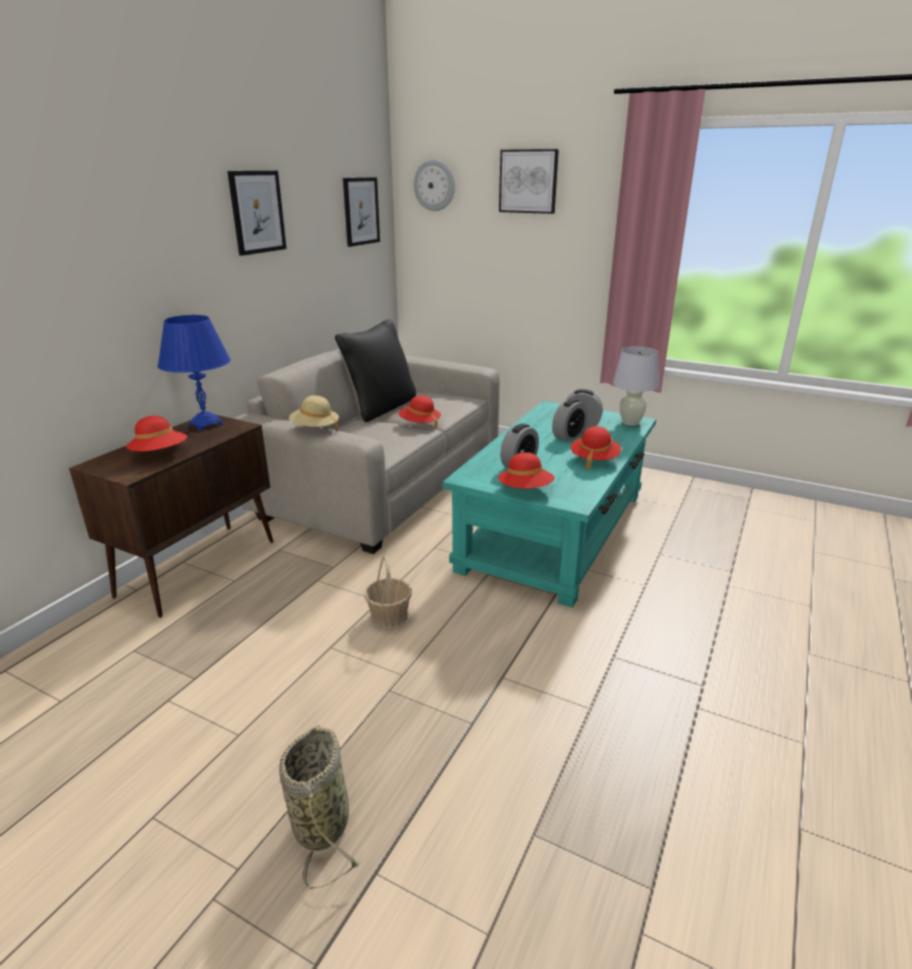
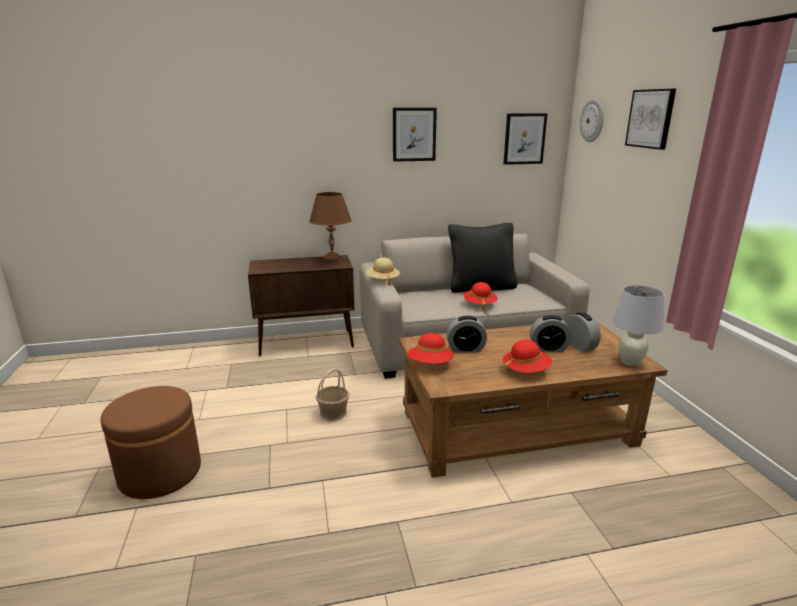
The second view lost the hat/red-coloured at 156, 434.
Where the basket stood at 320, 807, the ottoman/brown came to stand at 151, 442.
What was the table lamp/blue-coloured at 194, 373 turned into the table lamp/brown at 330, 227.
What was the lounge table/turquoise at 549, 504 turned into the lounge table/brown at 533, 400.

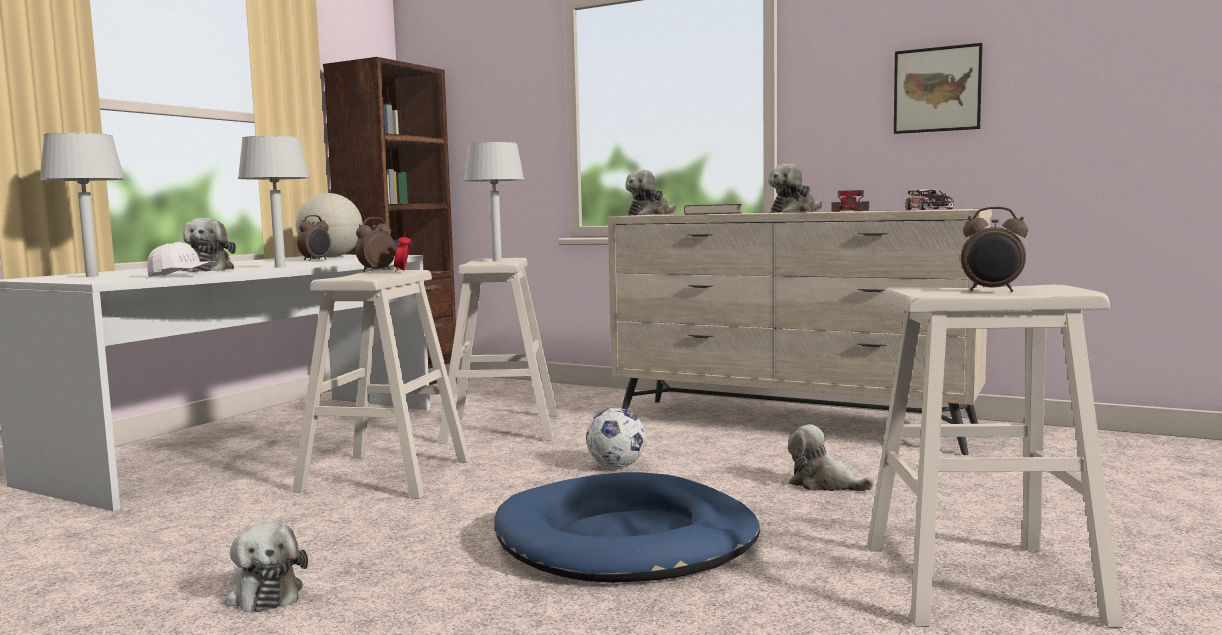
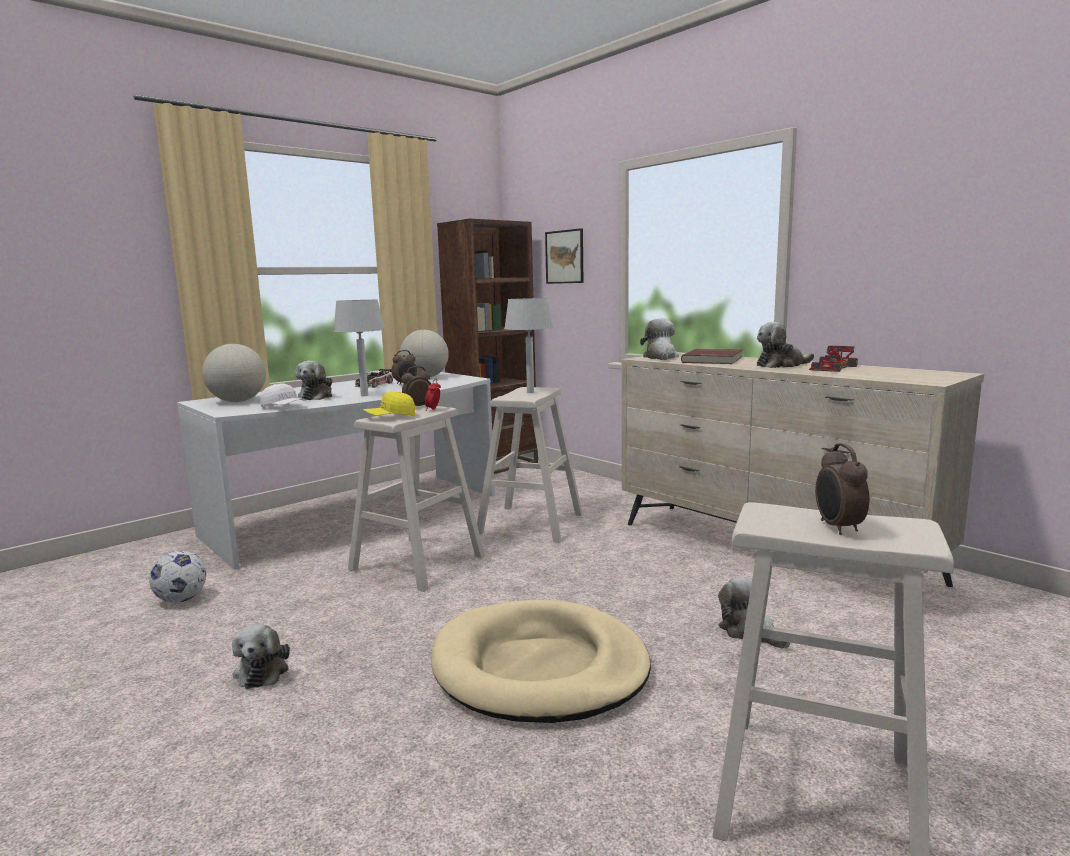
The second view gained the baseball cap/yellowish at 389, 404.
The ball for football ended up elsewhere, having gone from 616, 438 to 178, 577.
The wall picture ended up elsewhere, having gone from 938, 88 to 564, 256.
The model car ended up elsewhere, having gone from 929, 199 to 374, 378.
Where the table lamp/gray stood at 82, 205, the desk globe came to stand at 234, 373.
What was the dog cushion/blue-coloured at 627, 527 turned into the dog cushion/sand-coloured at 541, 661.
The cuddly toy at 651, 193 ended up facing another way, 120 degrees clockwise from before.
The table clock at 994, 249 ended up facing another way, 45 degrees clockwise from before.

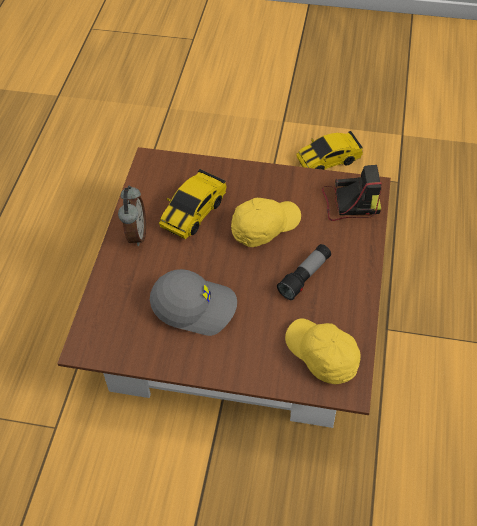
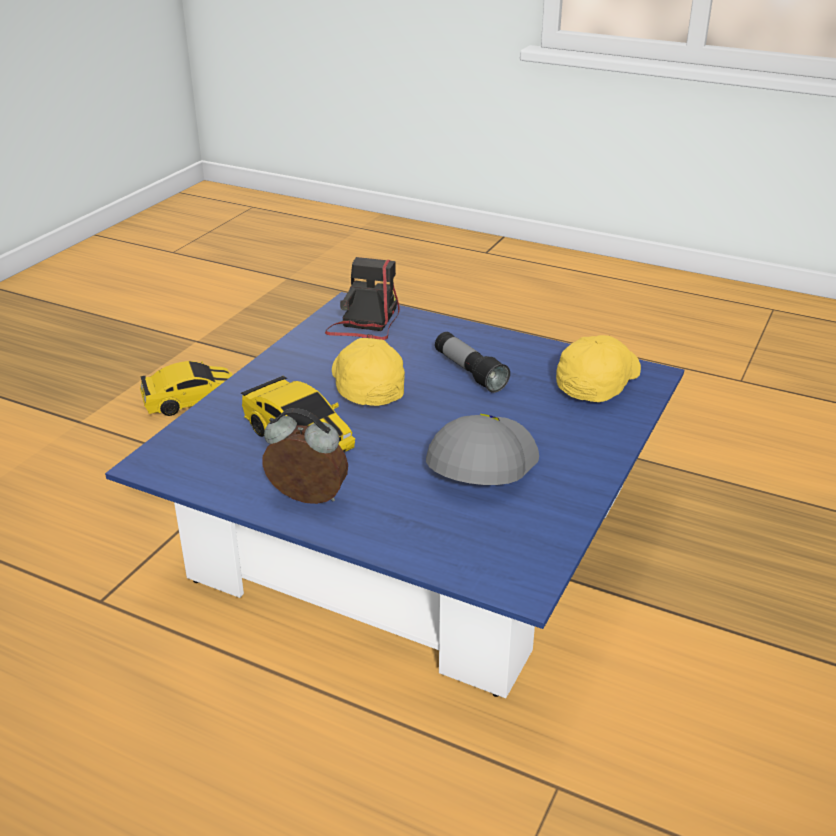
What was the lounge table/brown at 224, 287 turned into the lounge table/blue-coloured at 394, 495.
The baseball cap/yellowish at 323, 351 ended up facing another way, 150 degrees clockwise from before.
The model car at 329, 150 ended up facing another way, 105 degrees counterclockwise from before.

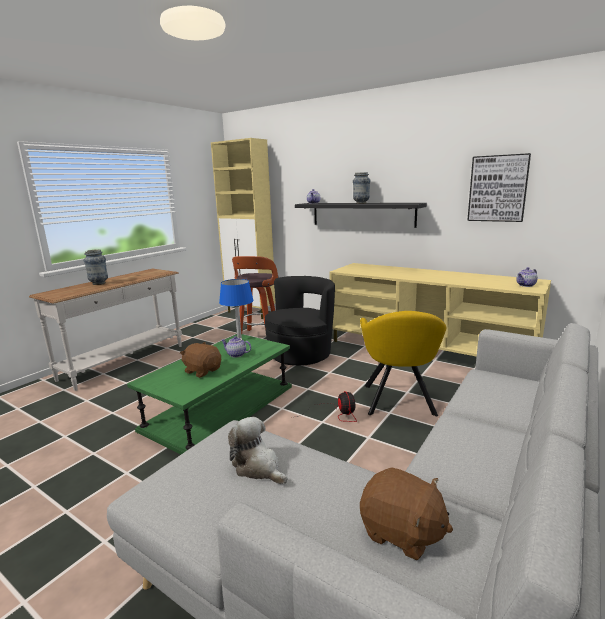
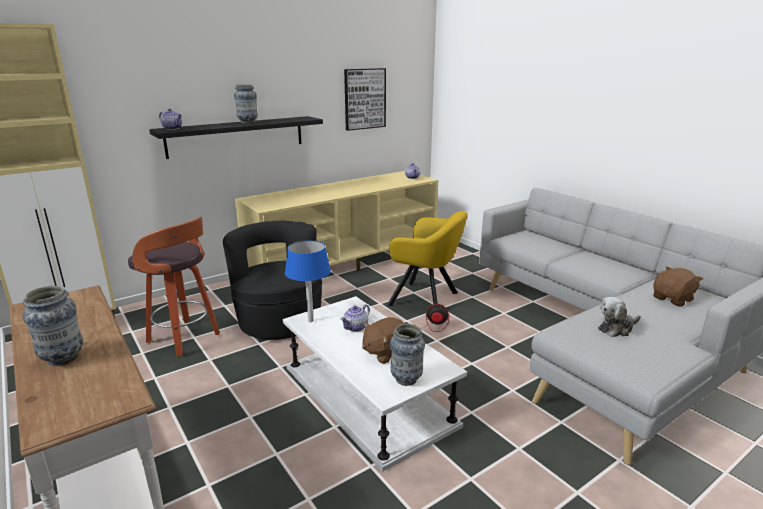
The second view gained the decorative vase at 407, 354.
What was the lounge table/green at 209, 394 turned into the lounge table/white-coloured at 375, 384.

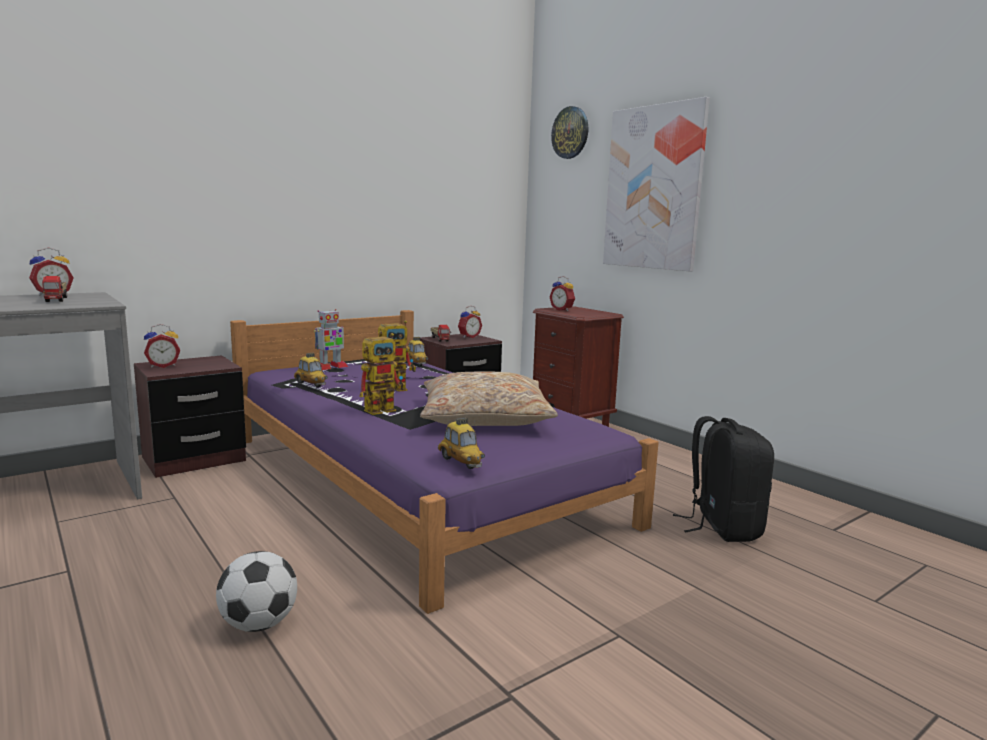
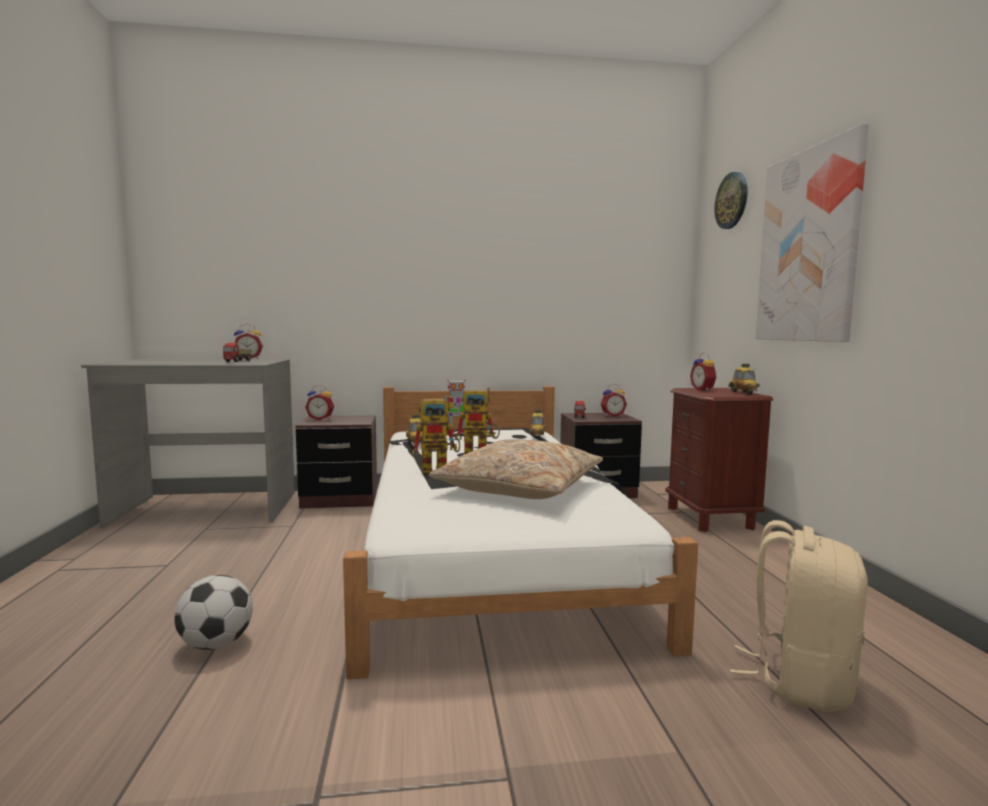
The model car ended up elsewhere, having gone from 461, 443 to 744, 379.
What was the bedroom bed/purplish at 444, 462 turned into the bedroom bed/white-coloured at 520, 532.
What was the backpack/black at 723, 479 turned into the backpack/sand-coloured at 799, 616.

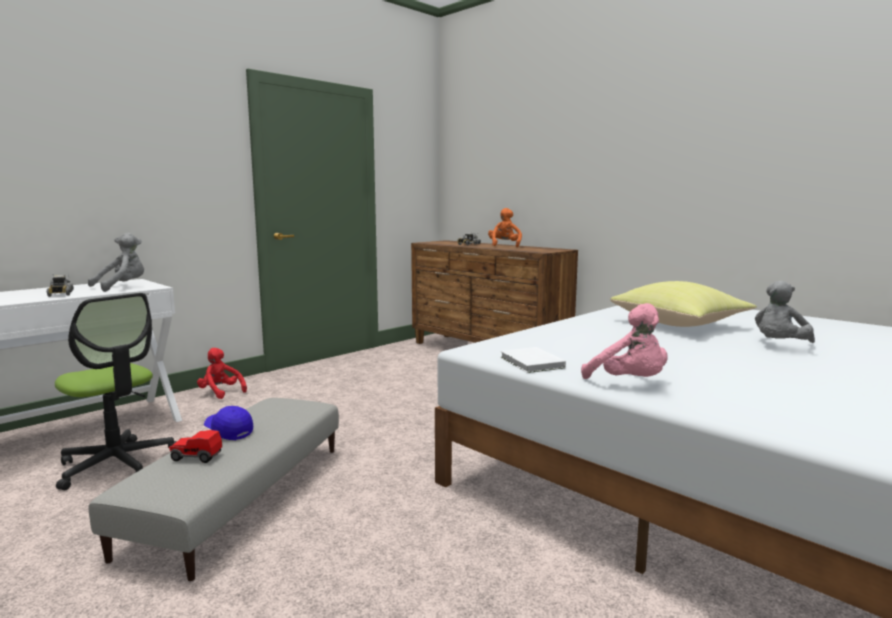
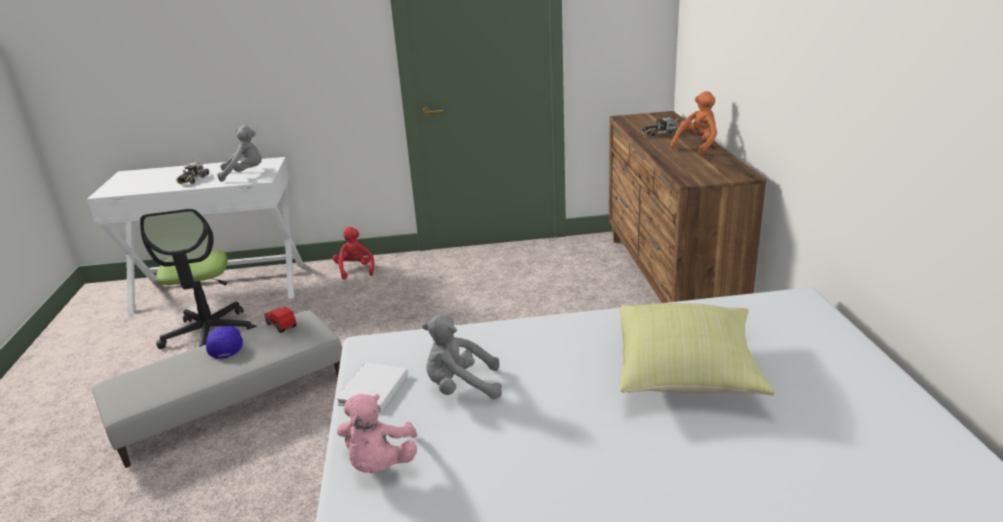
The model car ended up elsewhere, having gone from 195, 446 to 280, 320.
The cuddly toy/gray ended up elsewhere, having gone from 785, 312 to 462, 356.

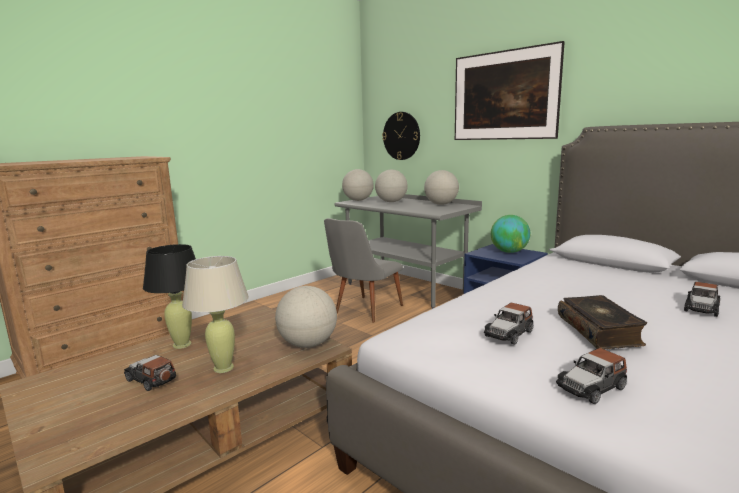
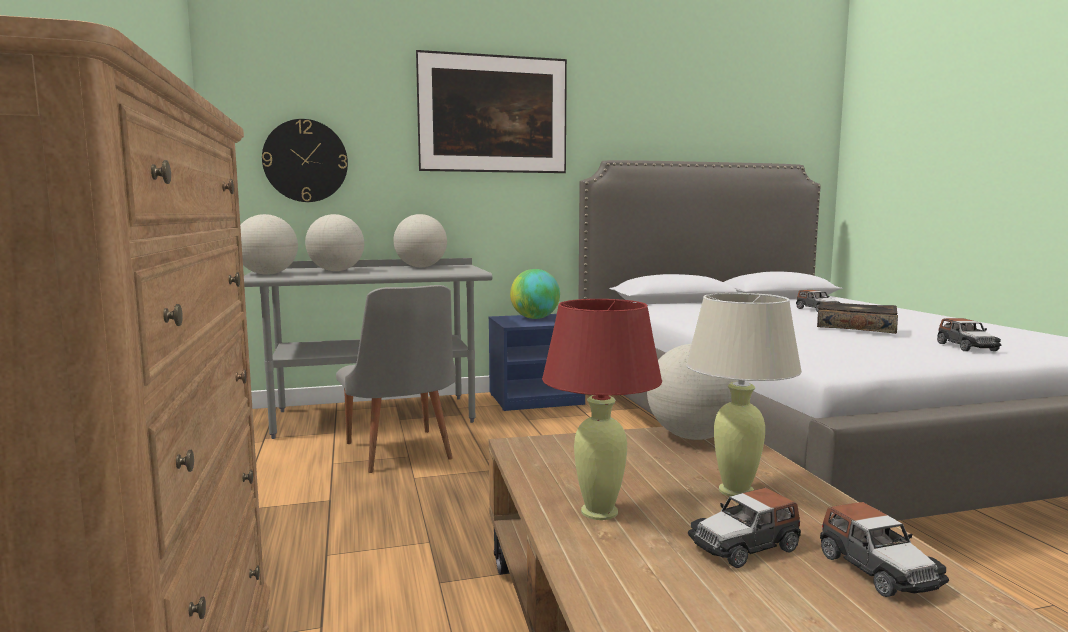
The model car ended up elsewhere, having gone from 508, 324 to 884, 549.
What was the table lamp/black at 169, 296 turned into the table lamp/red-coloured at 602, 409.

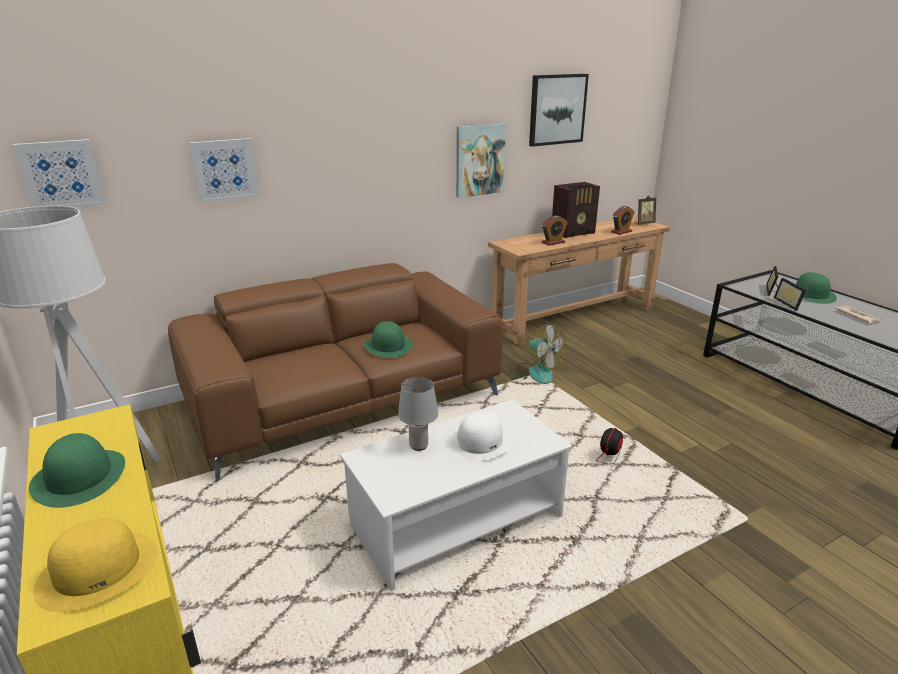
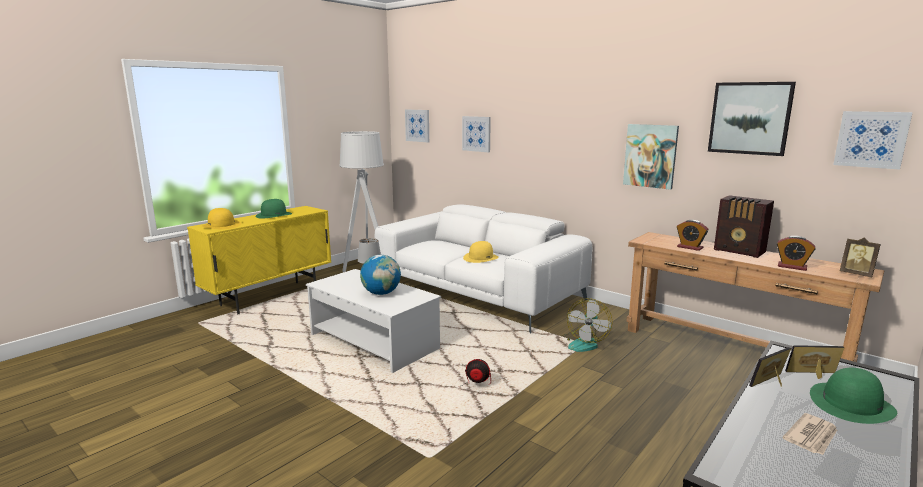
The second view gained the wall picture at 873, 140.
Where the hat/white-coloured stood at 480, 436, the desk globe came to stand at 380, 275.
What was the settee/brown at 335, 372 turned into the settee/white-coloured at 483, 268.
What was the hat/green at 388, 339 turned into the hat/yellowish at 481, 252.

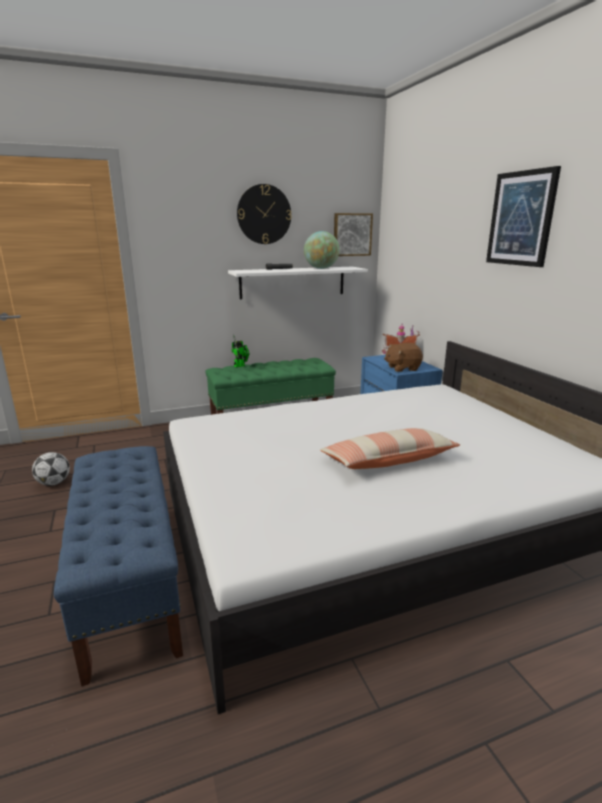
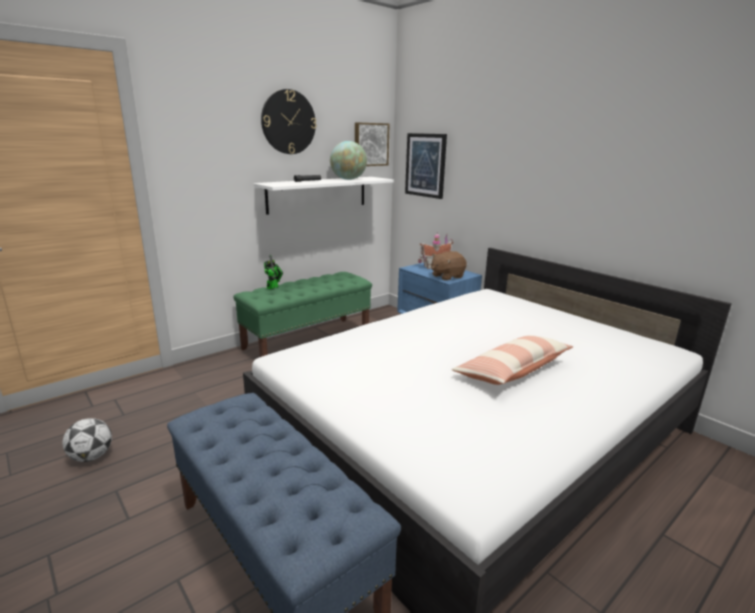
The wall picture ended up elsewhere, having gone from 523, 216 to 426, 166.

